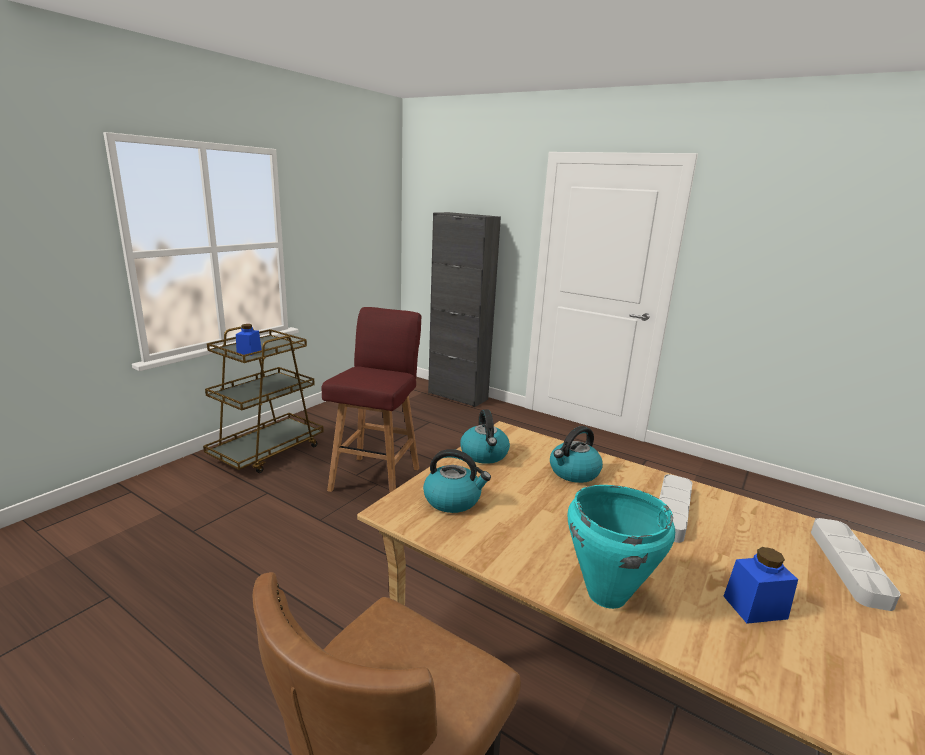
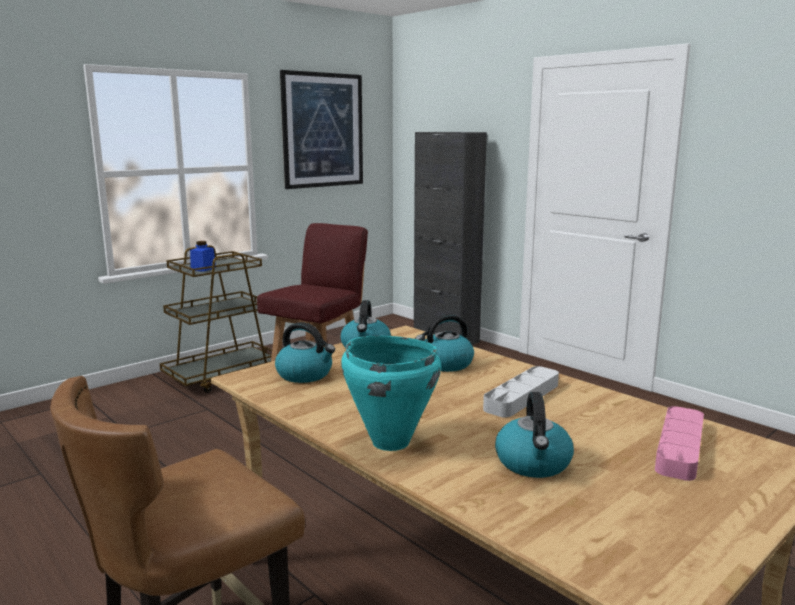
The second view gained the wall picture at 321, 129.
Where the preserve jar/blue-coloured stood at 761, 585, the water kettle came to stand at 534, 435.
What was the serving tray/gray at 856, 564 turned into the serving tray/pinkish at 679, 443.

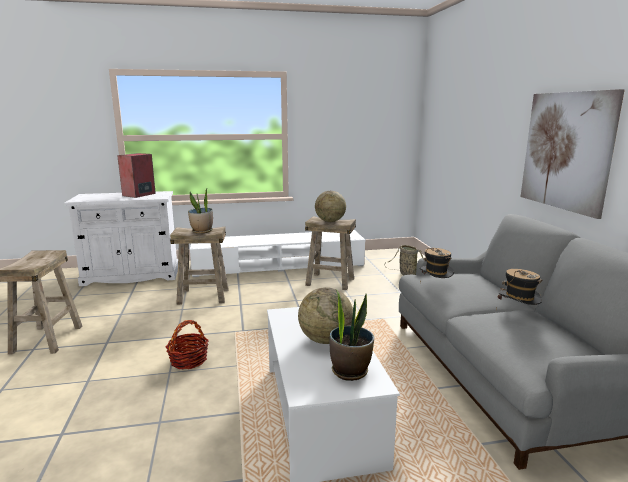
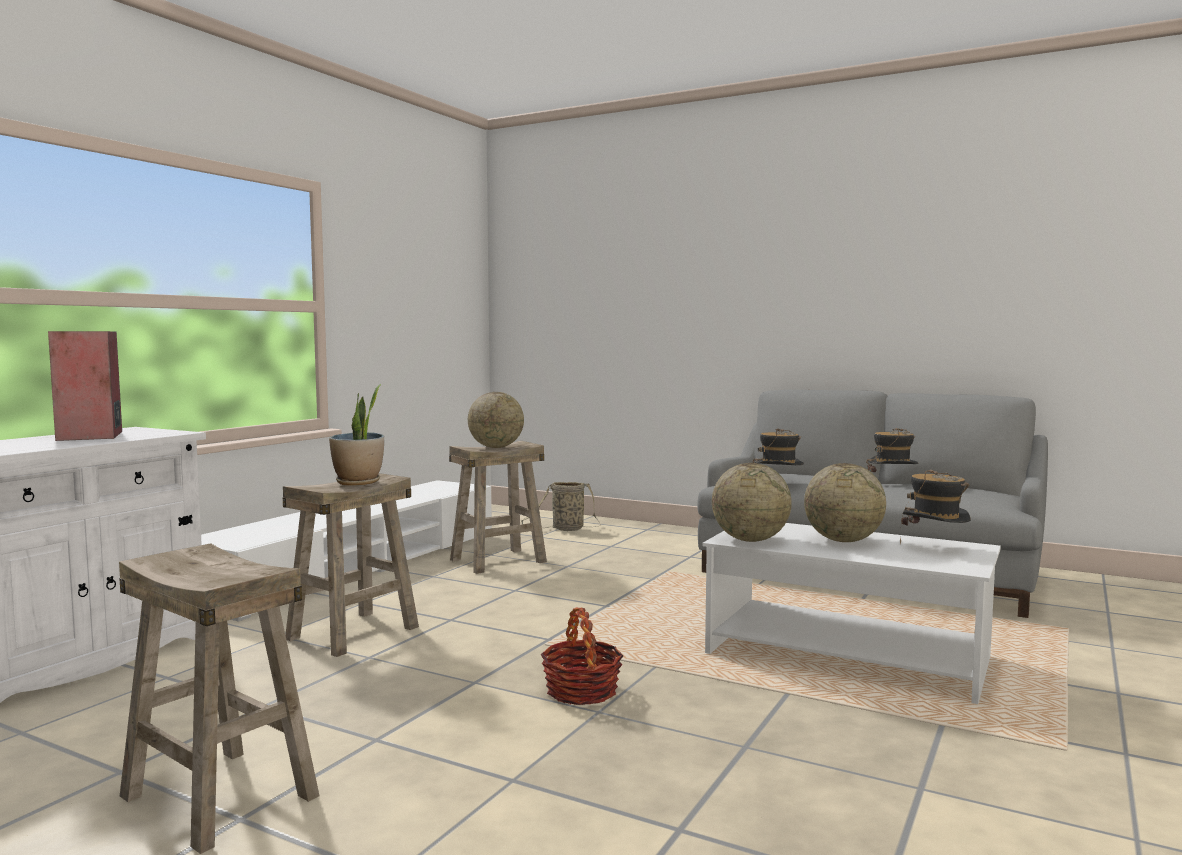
The second view lost the wall picture at 573, 154.
The second view gained the desk globe at 752, 502.
Where the plant in a pot stood at 352, 335, the hat came to stand at 935, 507.

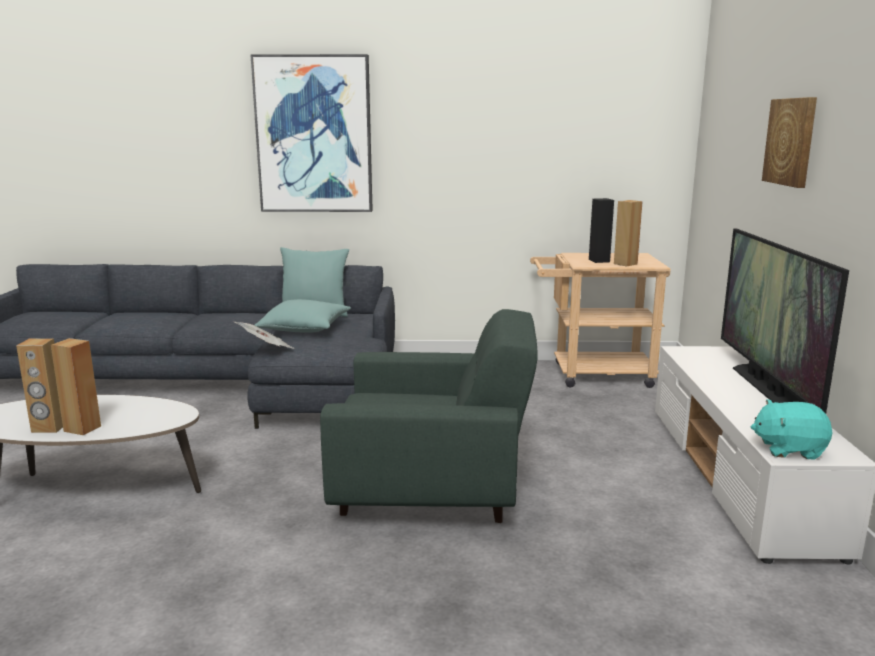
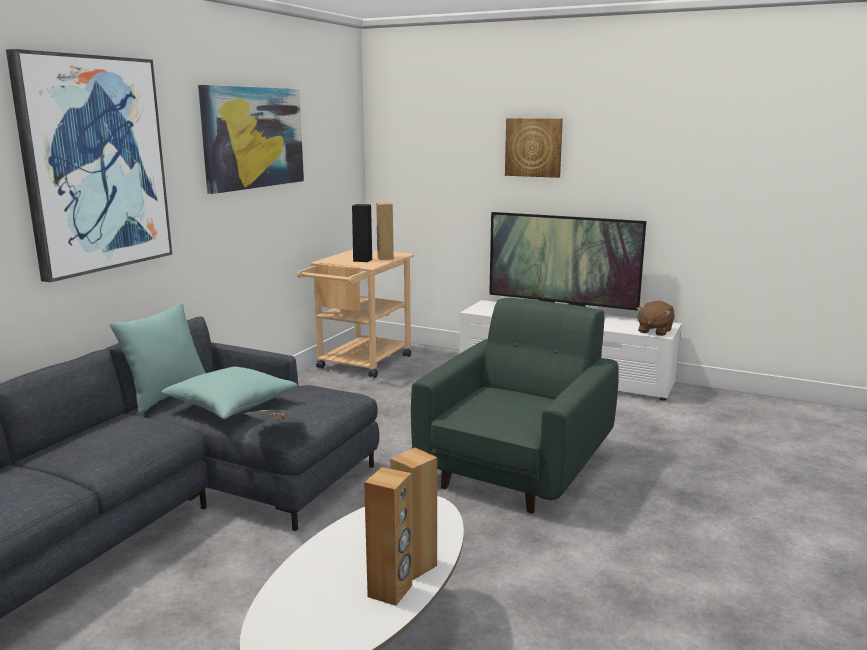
The second view gained the wall picture at 251, 139.
What was the cuddly toy/turquoise at 791, 429 turned into the cuddly toy/brown at 656, 318.

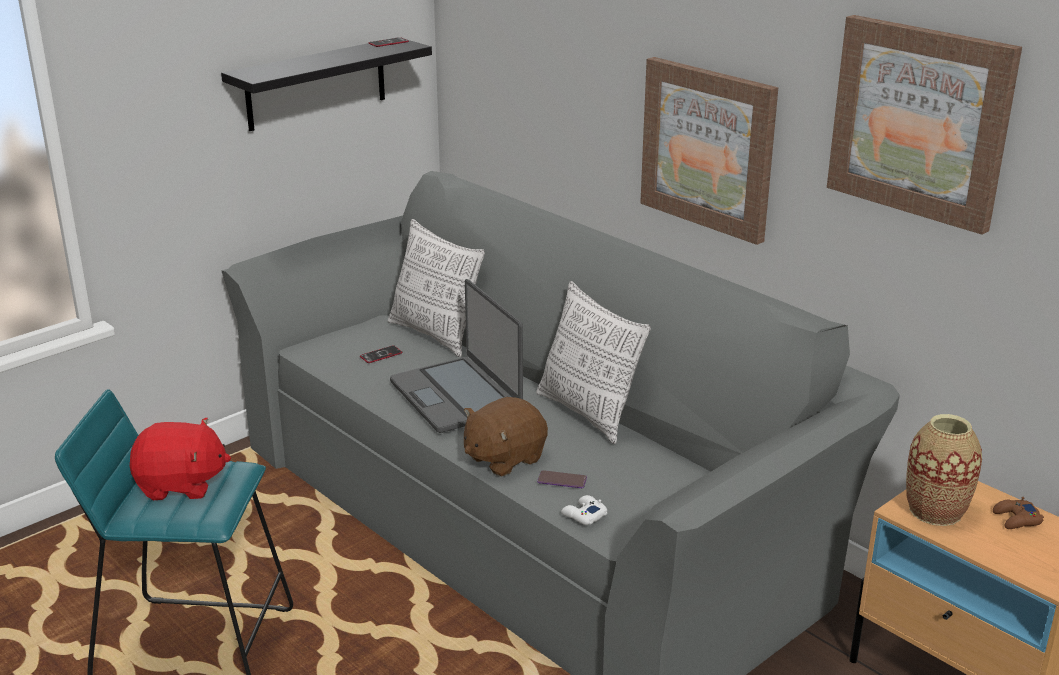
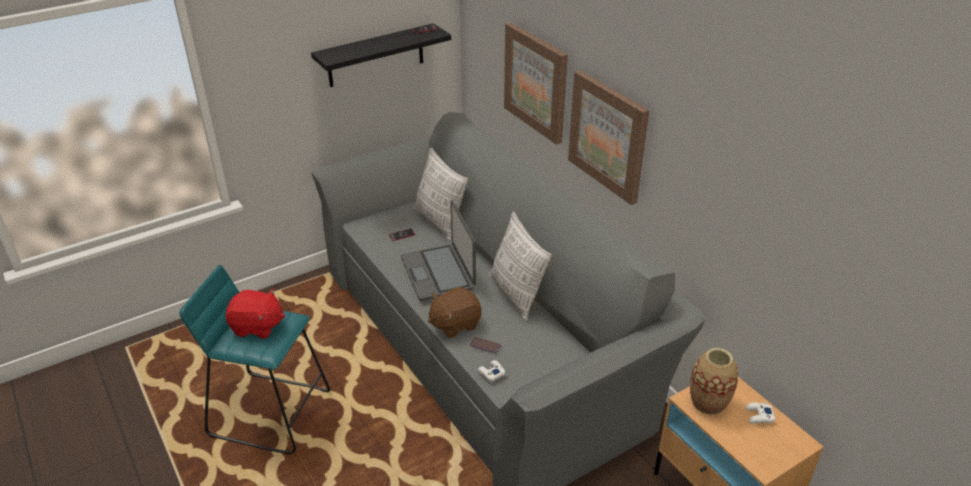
The wall picture ended up elsewhere, having gone from 924, 125 to 536, 84.
What was the game controller/brown at 1018, 513 turned into the game controller/white-coloured at 760, 413.

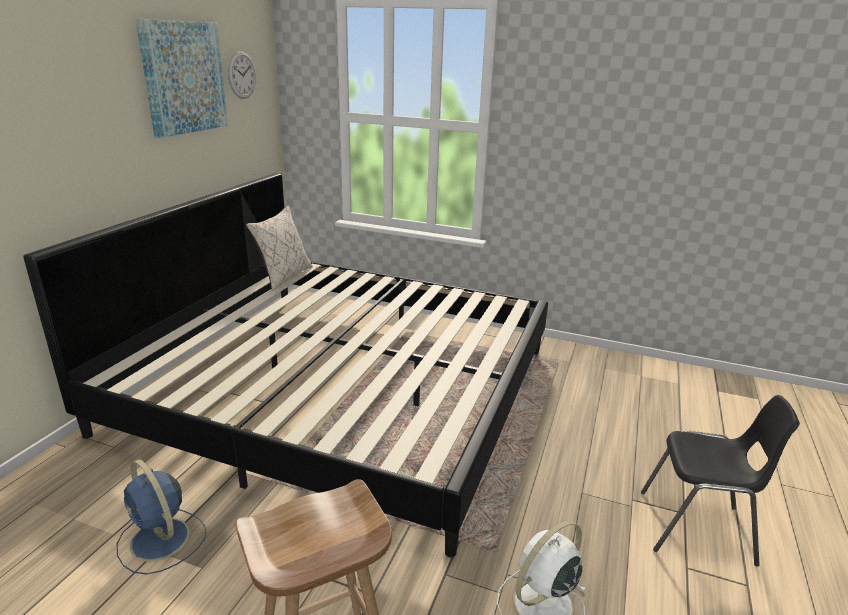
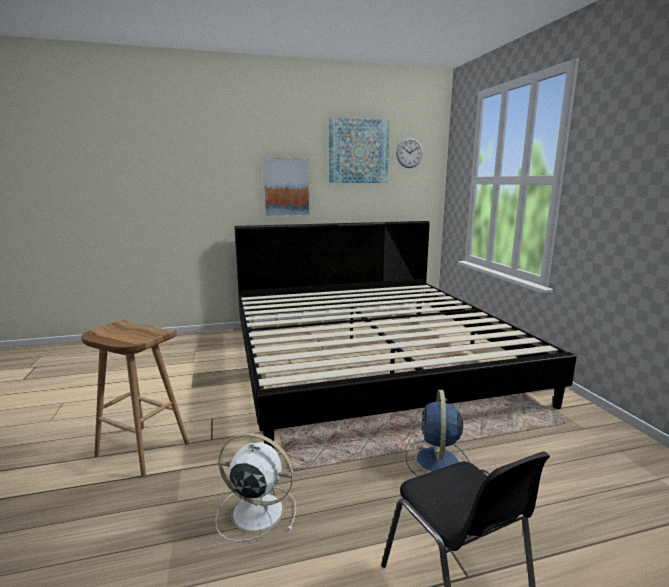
The second view lost the pillow/sand-coloured at 279, 248.
The second view gained the wall picture at 286, 187.
The cooling fan/blue-coloured ended up elsewhere, having gone from 162, 517 to 438, 433.

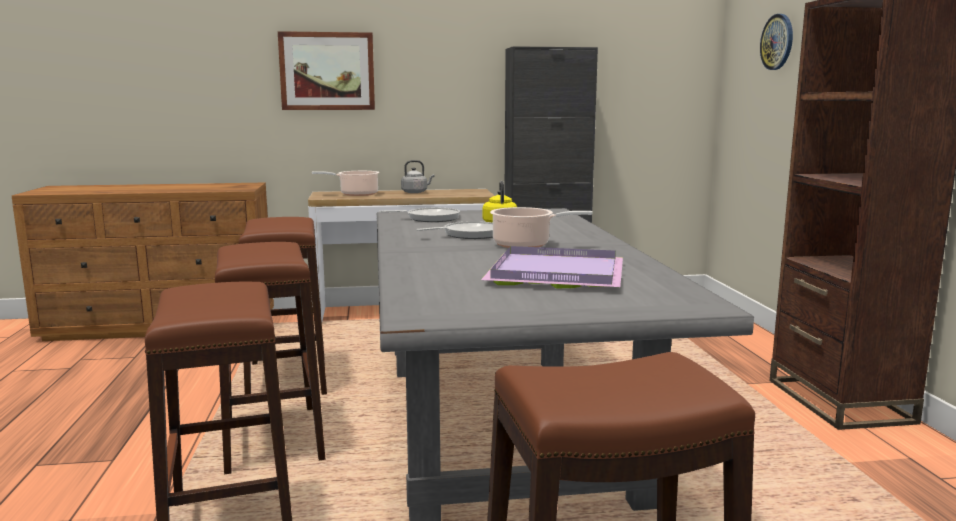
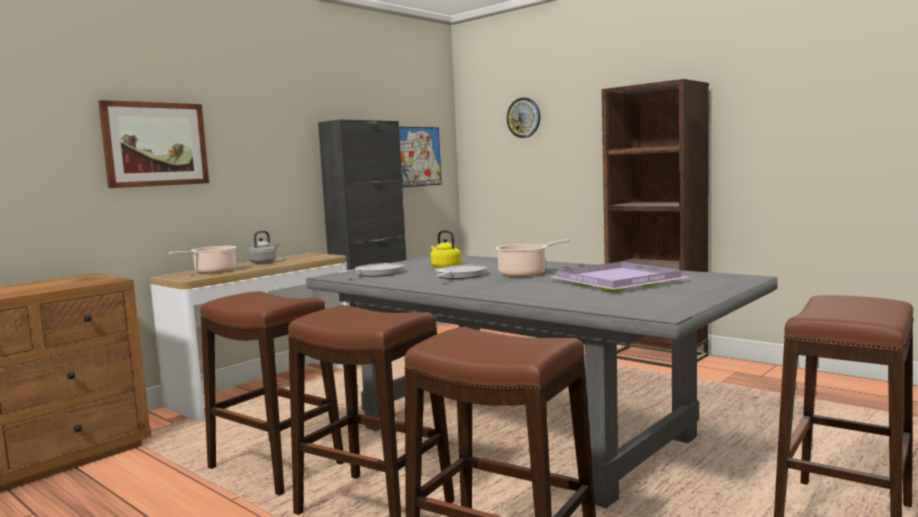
The second view gained the wall picture at 420, 157.

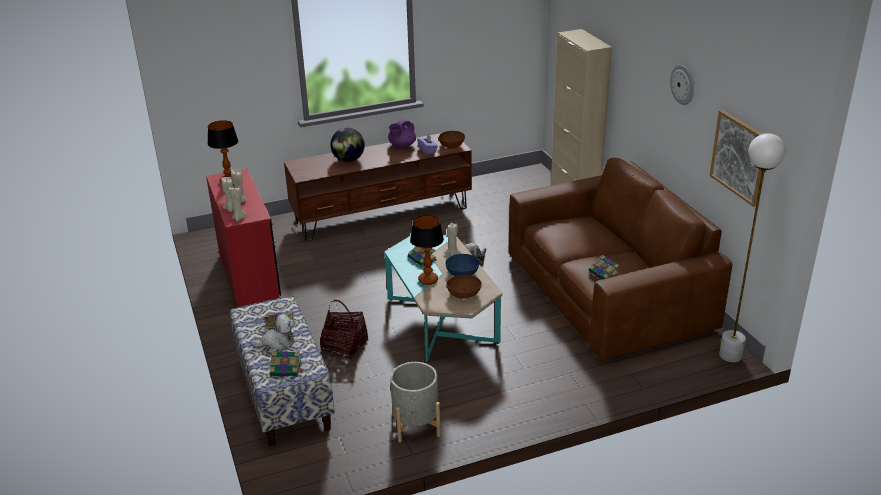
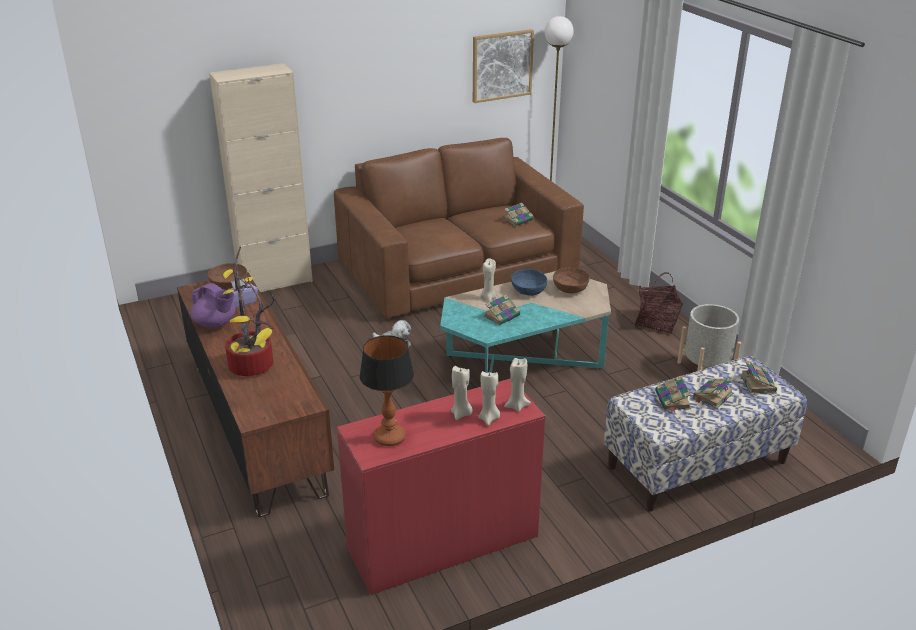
The second view lost the table lamp at 427, 250.
The second view lost the clock on the wall at 682, 85.
The basket ended up elsewhere, having gone from 344, 329 to 659, 302.
Where the cuddly toy stood at 273, 332, the book came to stand at 713, 393.
Where the desk globe stood at 347, 145, the plant in a pot came to stand at 248, 311.

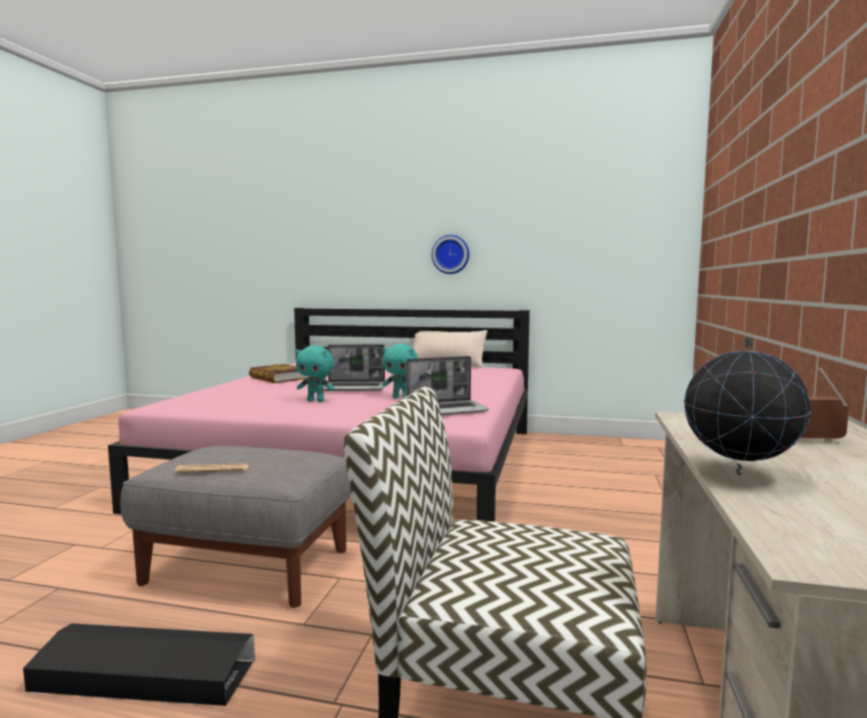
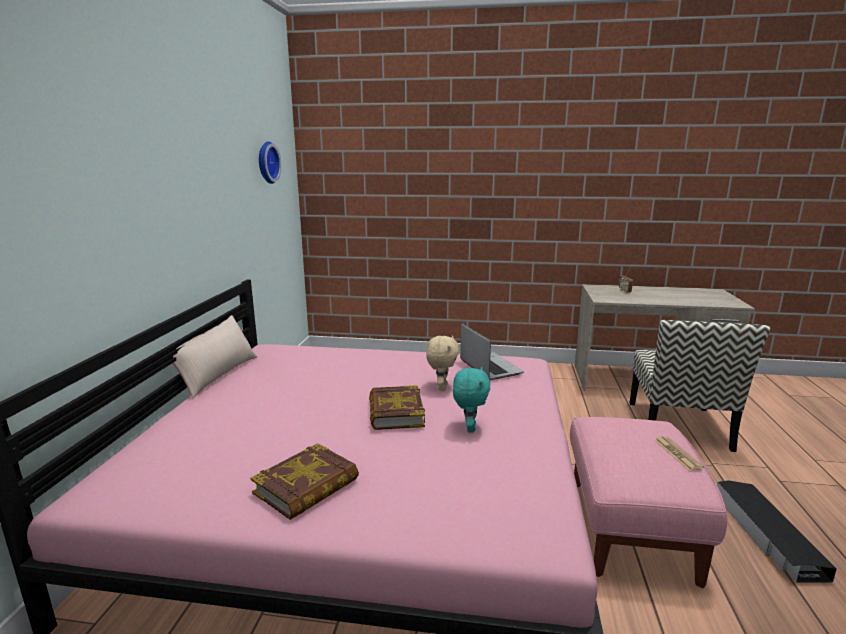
The second view lost the desk globe at 747, 406.
The clock on the wall ended up elsewhere, having gone from 450, 254 to 270, 162.
Where the notebook computer stood at 354, 367, the book came to stand at 397, 407.
What was the ottoman/gray at 235, 527 turned into the ottoman/pinkish at 648, 502.
What was the cuddly toy/turquoise at 400, 371 turned into the cuddly toy/sand-coloured at 442, 363.

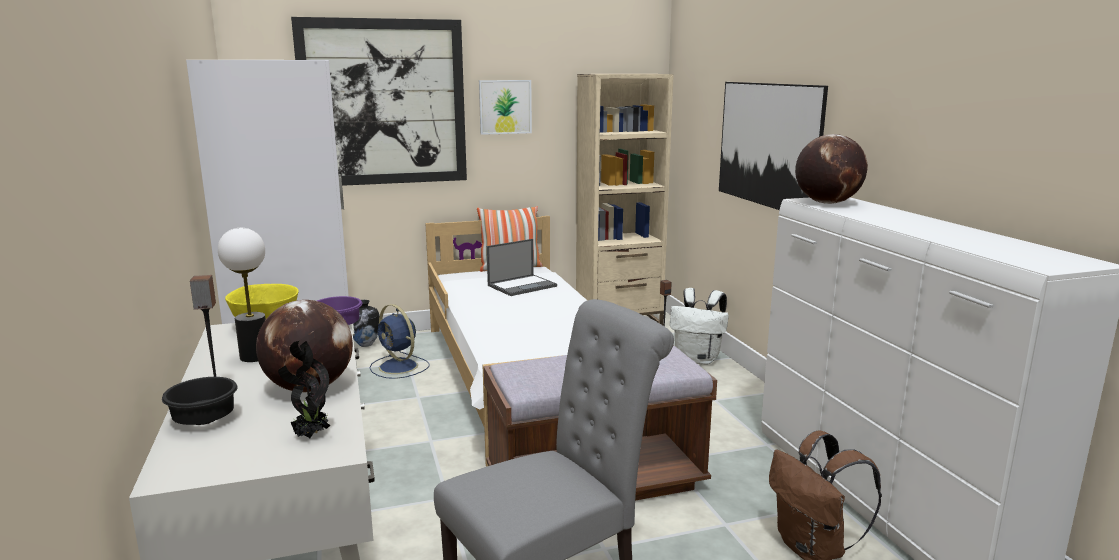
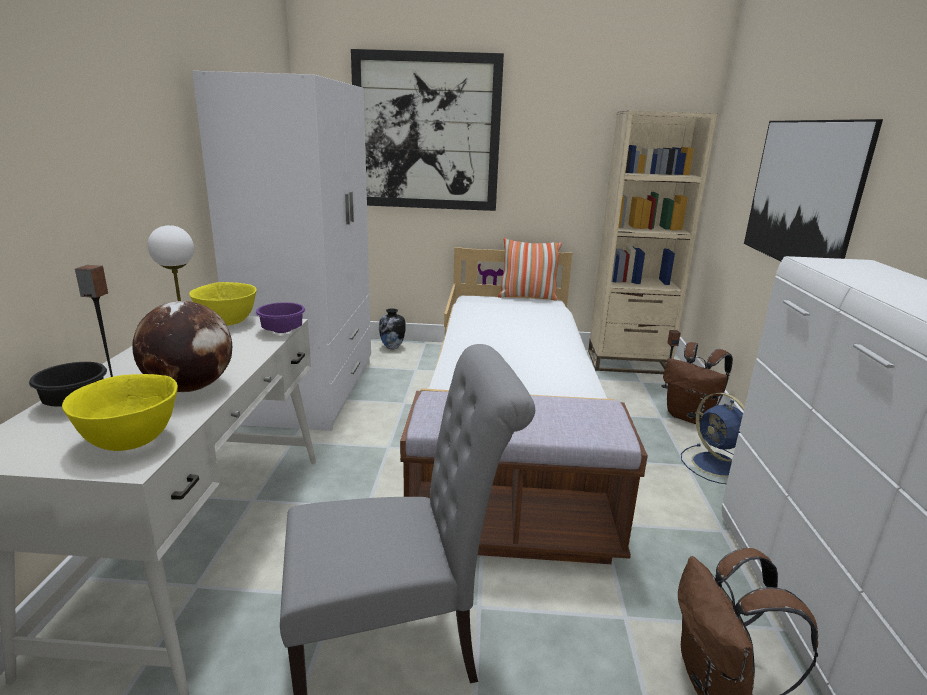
The second view lost the wall picture at 505, 107.
The second view lost the notebook computer at 522, 267.
The second view lost the desk globe at 831, 169.
The cooling fan/blue-coloured ended up elsewhere, having gone from 399, 341 to 713, 438.
Where the plant in a pot stood at 304, 389, the deep dish/yellowish came to stand at 120, 412.
What was the backpack/white-coloured at 699, 326 turned into the backpack/brown at 698, 383.

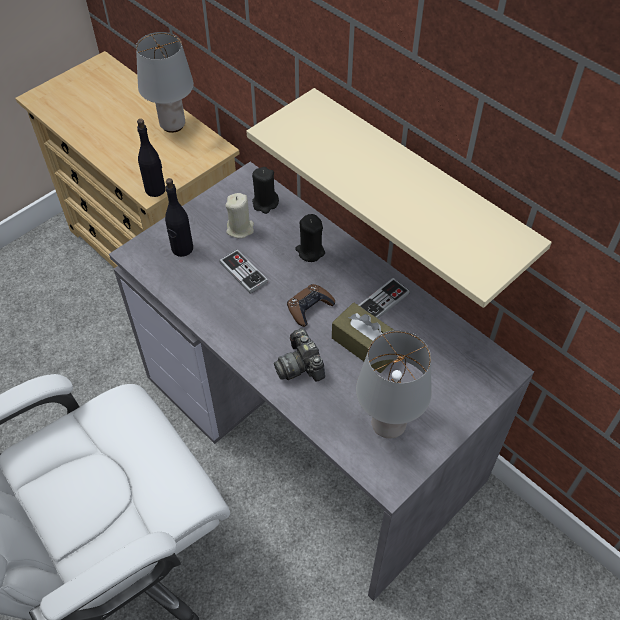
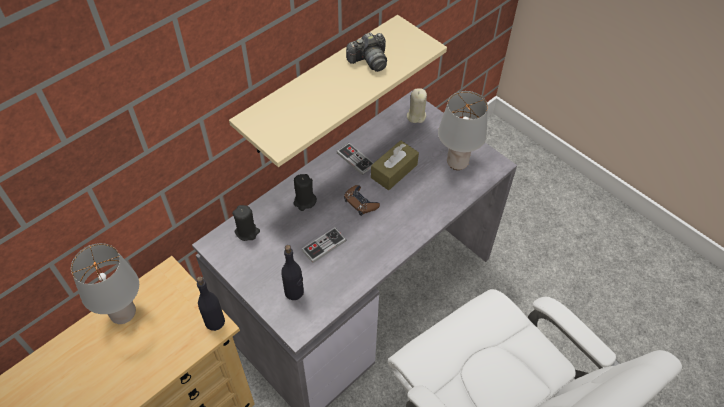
The candle/sand-coloured ended up elsewhere, having gone from 239, 215 to 417, 105.
The photo camera ended up elsewhere, having gone from 299, 354 to 366, 52.

